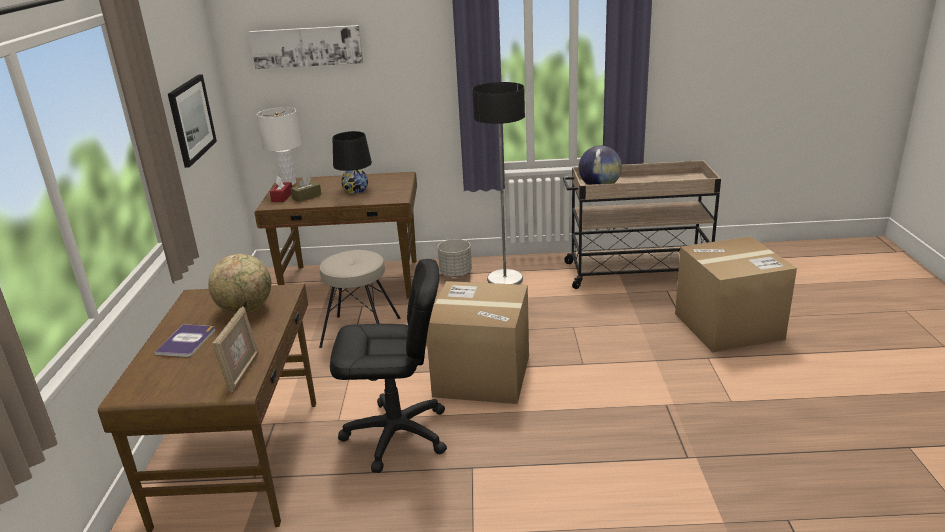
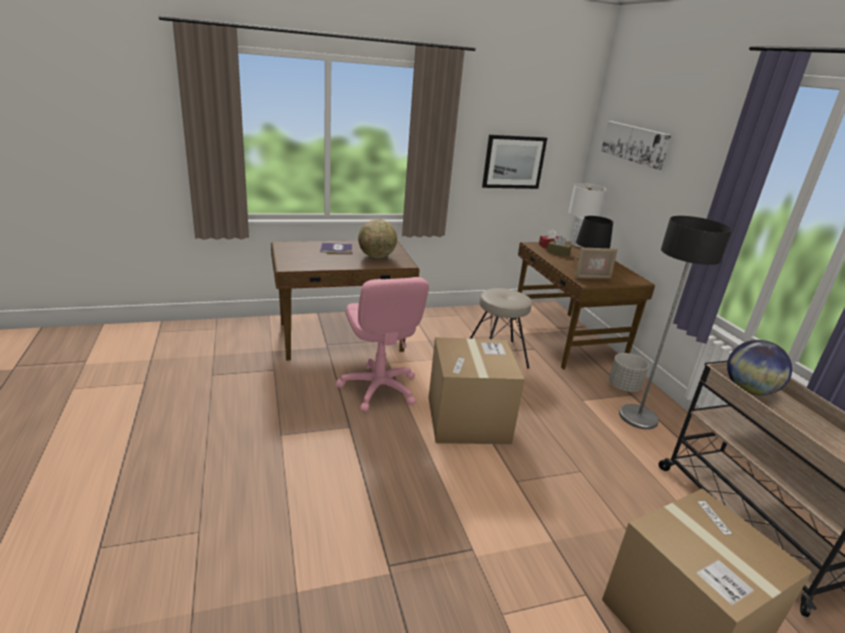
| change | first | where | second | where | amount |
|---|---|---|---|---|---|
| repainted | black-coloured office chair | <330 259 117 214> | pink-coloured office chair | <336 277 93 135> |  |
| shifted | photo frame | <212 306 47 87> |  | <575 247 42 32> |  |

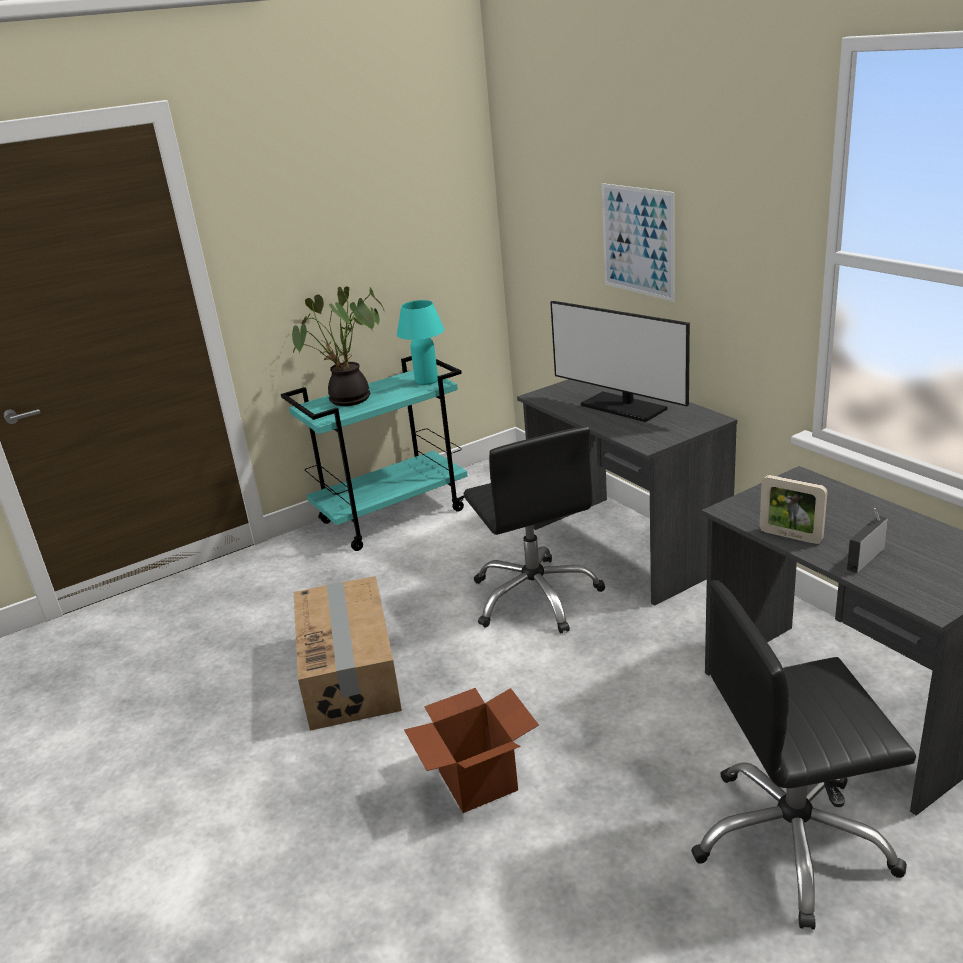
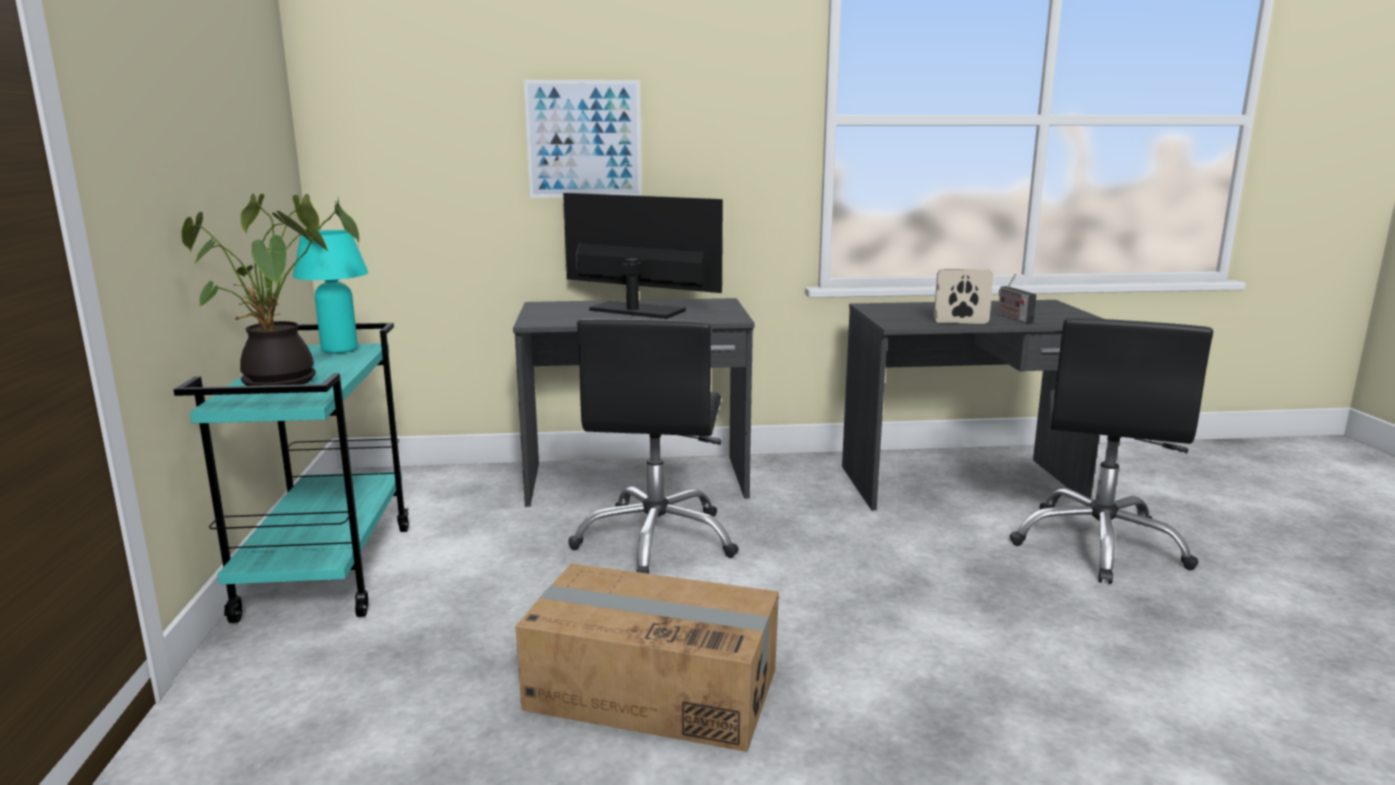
| change | first | where | second | where | amount |
|---|---|---|---|---|---|
| rotated | computer screen | <550 301 140 121> |  | <563 193 160 126> | 135 degrees counterclockwise |
| rotated | black-coloured office chair | <464 426 141 207> |  | <568 319 171 255> | 90 degrees clockwise |
| rotated | photo frame | <759 475 68 69> |  | <934 269 60 55> | 150 degrees counterclockwise |
| gone | cardboard box | <404 688 135 125> |  |  |  |

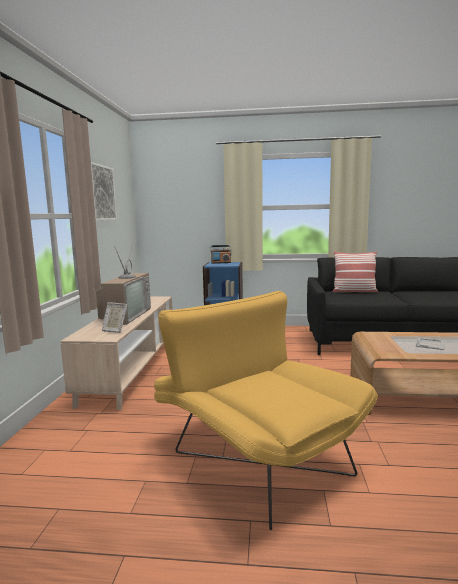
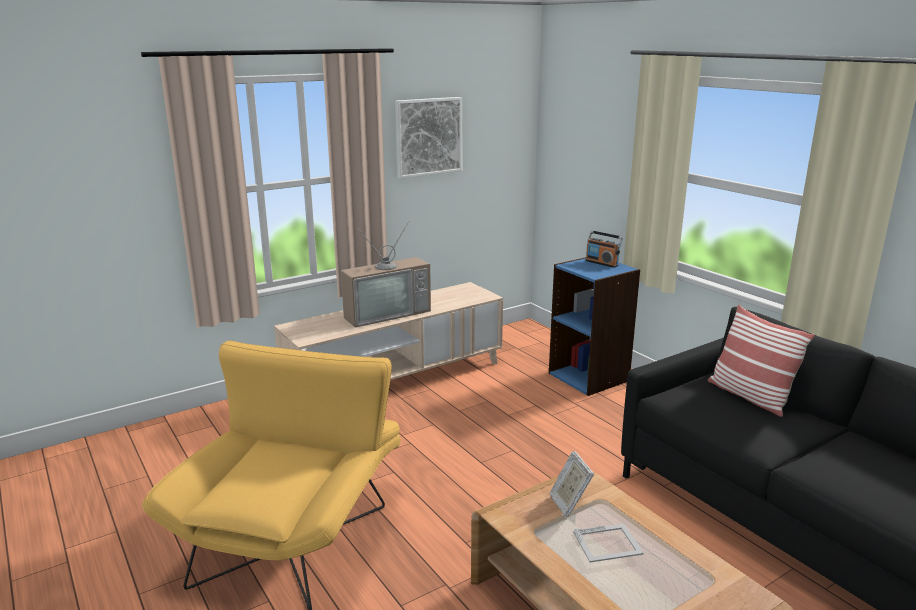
| change | first | where | second | where | amount |
|---|---|---|---|---|---|
| shifted | photo frame | <102 302 26 31> |  | <550 451 44 66> |  |

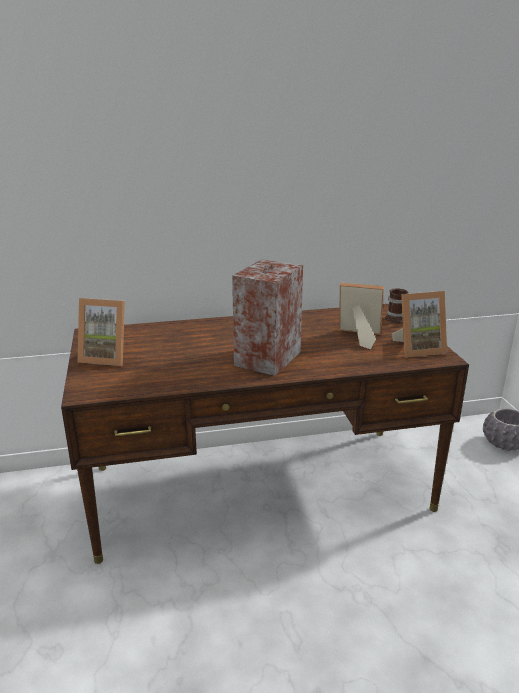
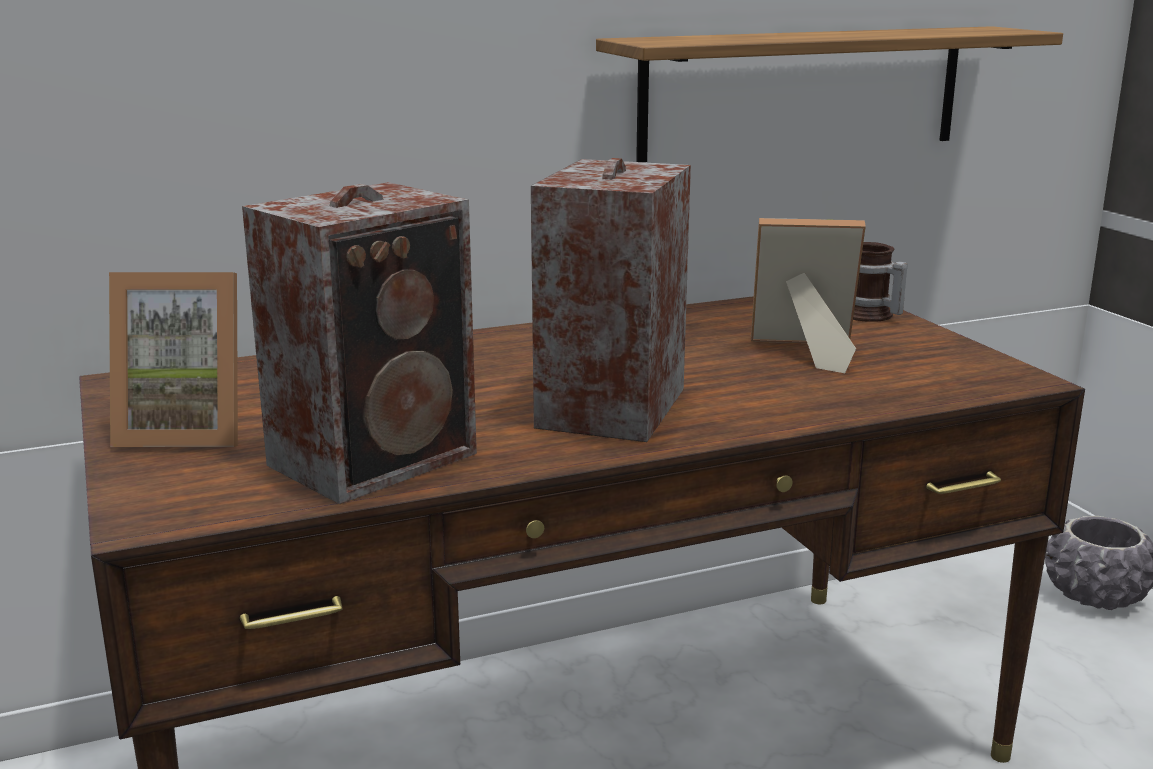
| change | first | where | second | where | amount |
|---|---|---|---|---|---|
| gone | photo frame | <392 291 55 67> |  |  |  |
| new |  |  | bracket shelf | <596 26 467 136> |  |
| new |  |  | loudspeaker | <242 182 235 322> |  |

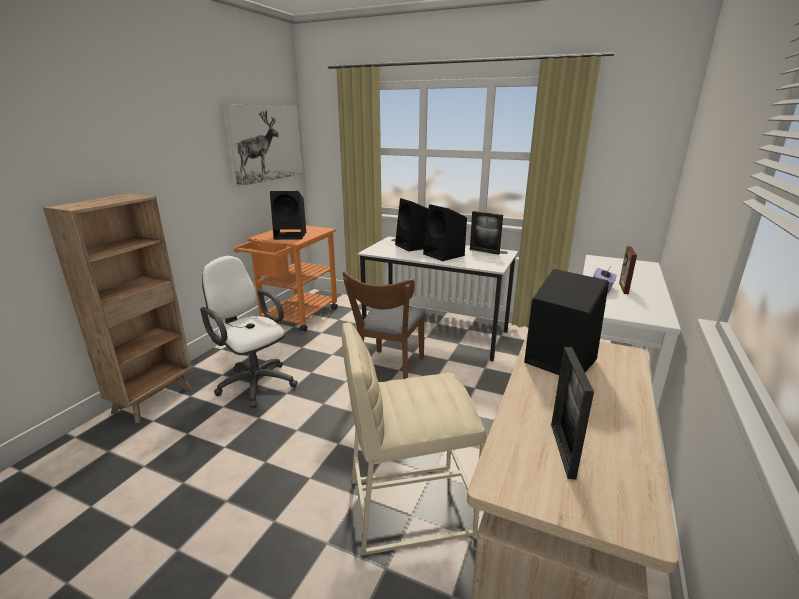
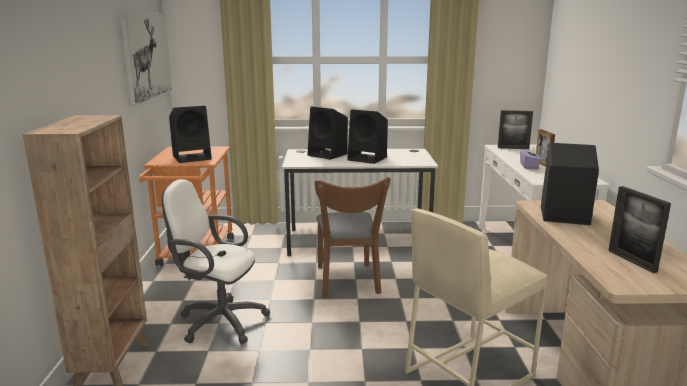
| change | first | where | second | where | amount |
|---|---|---|---|---|---|
| shifted | photo frame | <470 211 33 44> |  | <498 110 35 39> |  |

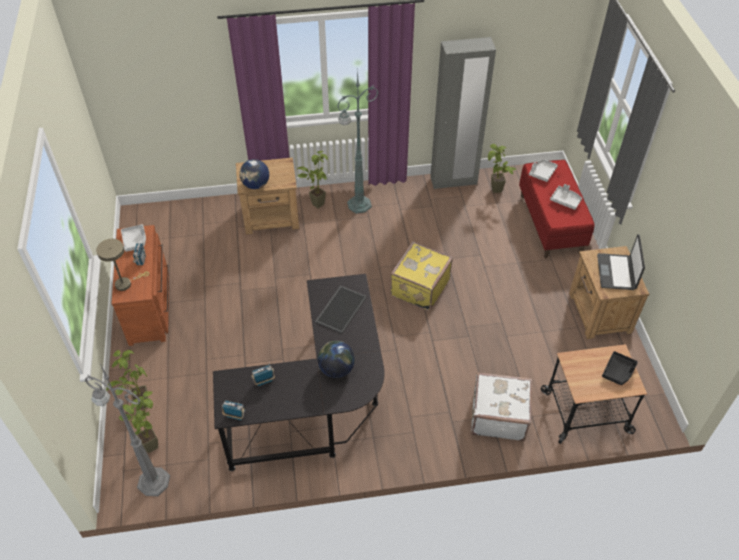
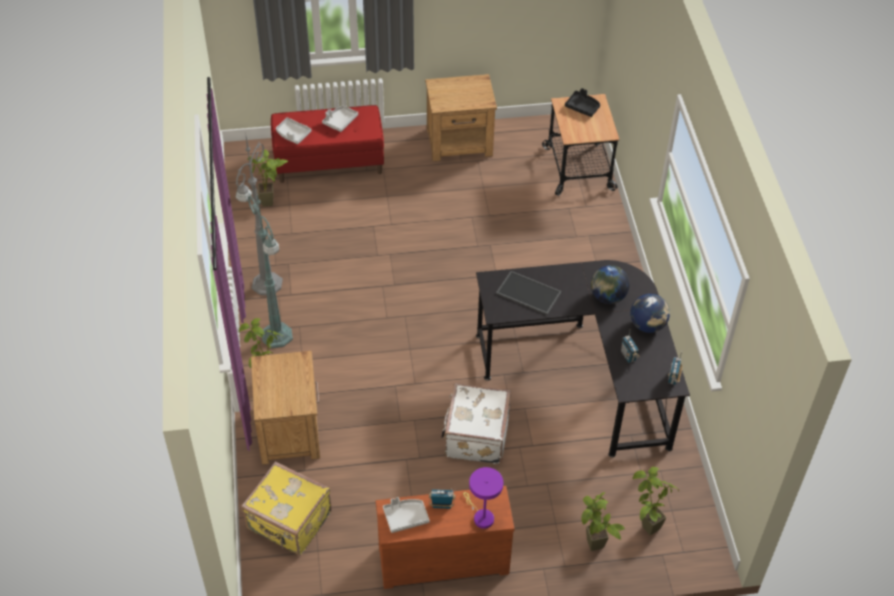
| change | first | where | second | where | amount |
|---|---|---|---|---|---|
| gone | greyish armoire | <430 37 66 152> |  |  |  |
| shifted | globe | <240 159 29 30> |  | <630 294 40 39> |  |
| gone | laptop | <597 234 48 56> |  |  |  |
| repainted | beige-coloured lamp for a table | <96 239 53 52> | purplish lamp for a table | <463 467 40 62> |  |
| shifted | yellowish piece of luggage | <390 241 63 70> |  | <241 462 91 94> |  |
| shifted | greyish standard lamp | <85 364 85 132> |  | <235 132 48 164> |  |
| shifted | white-coloured piece of luggage | <471 372 61 69> |  | <441 383 70 82> |  |

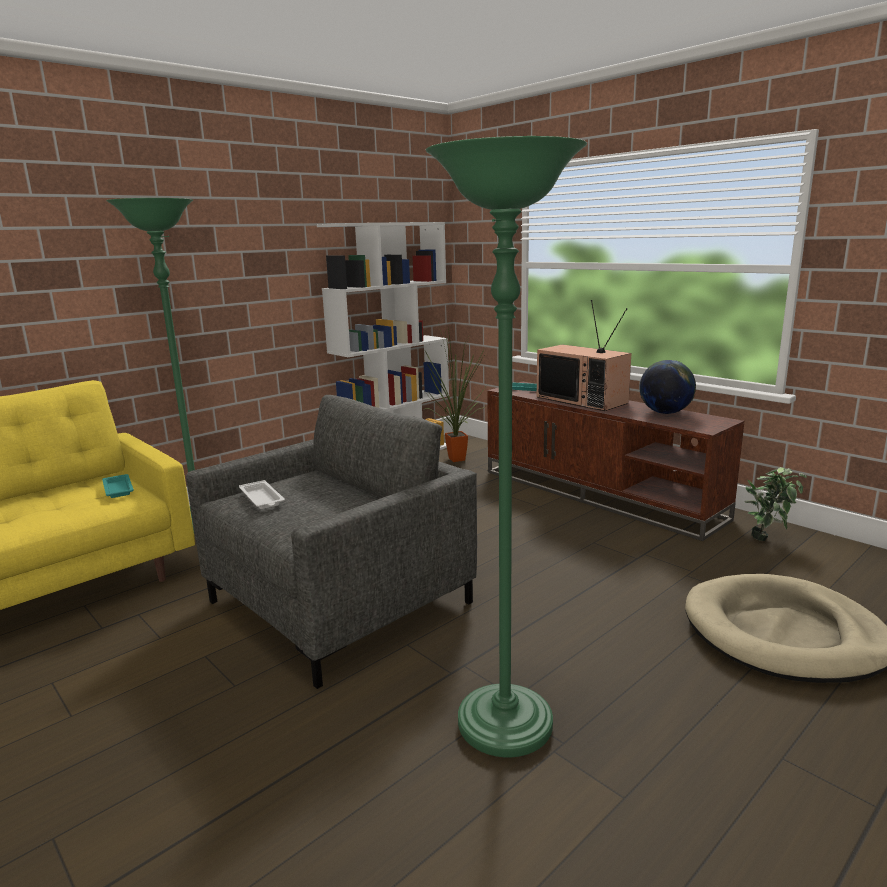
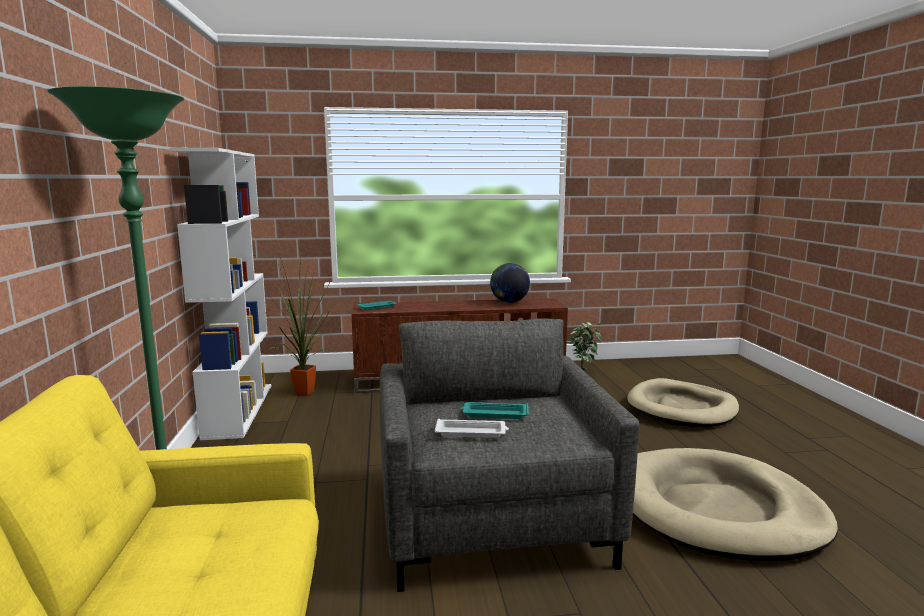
| change | first | where | second | where | amount |
|---|---|---|---|---|---|
| swapped | greenish standard lamp | <426 136 161 621> | beige-coloured dog bed | <633 448 205 114> |  |
| gone | TV | <537 300 94 111> |  |  |  |
| shifted | turquoise tray | <102 474 32 24> |  | <461 402 68 17> |  |

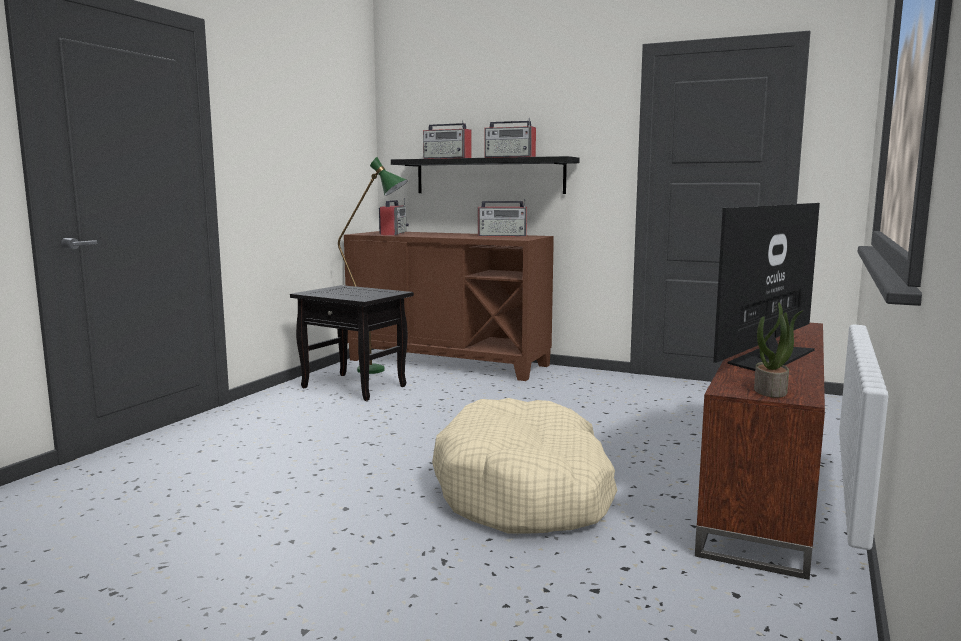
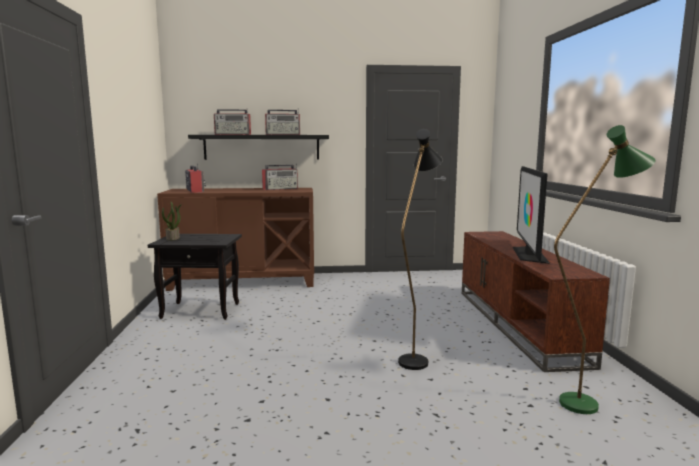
| change | first | where | second | where | amount |
|---|---|---|---|---|---|
| shifted | greenish standard lamp | <338 157 70 217> |  | <554 125 102 289> |  |
| shifted | houseplant | <754 303 50 95> |  | <162 202 20 38> |  |
| swapped | beige-coloured dog bed | <432 398 185 136> | black-coloured standard lamp | <398 129 45 241> |  |

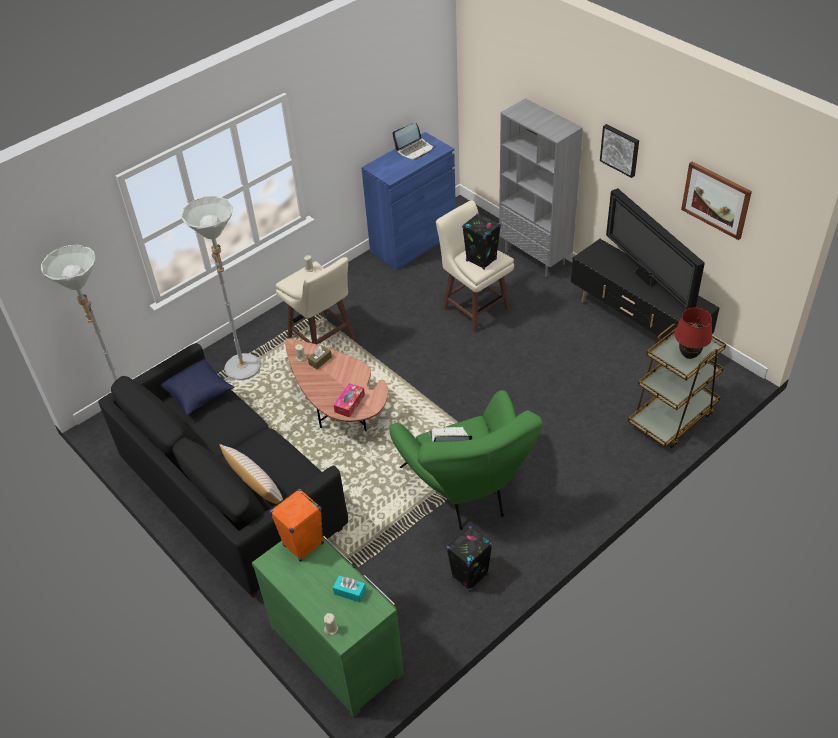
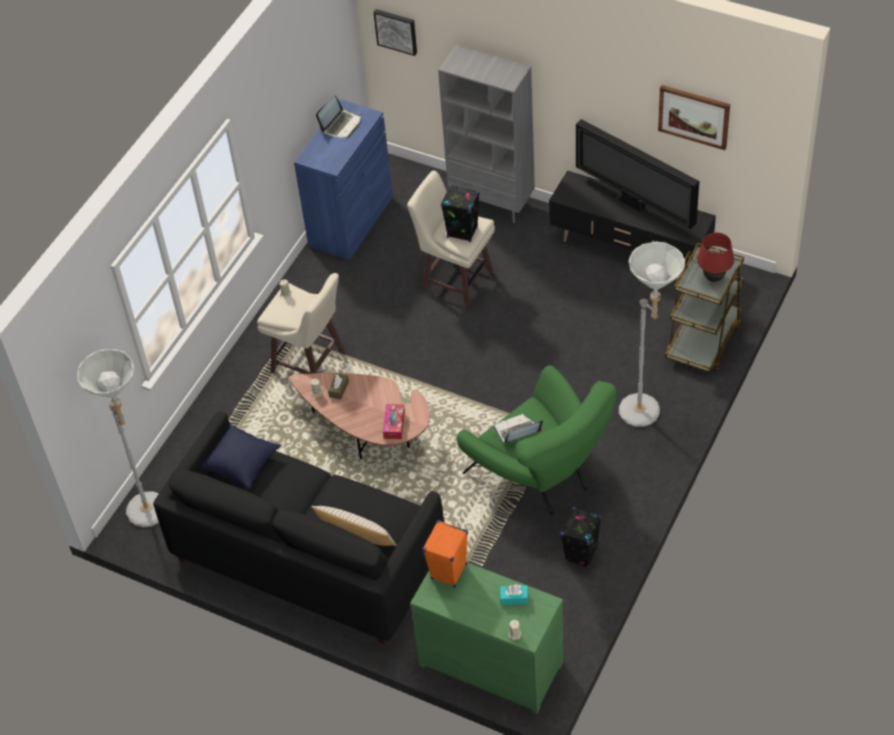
| change | first | where | second | where | amount |
|---|---|---|---|---|---|
| shifted | picture | <600 124 39 54> |  | <373 9 44 47> |  |
| shifted | greyish standard lamp | <181 196 80 184> |  | <619 242 66 185> |  |

